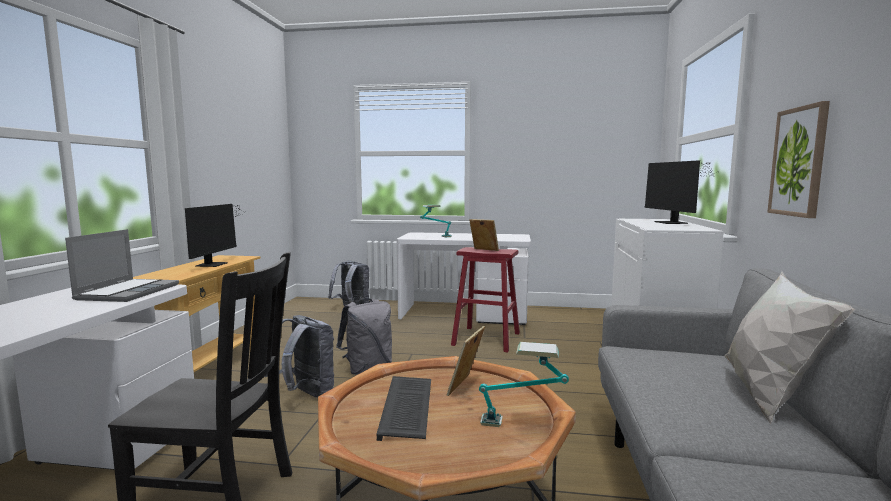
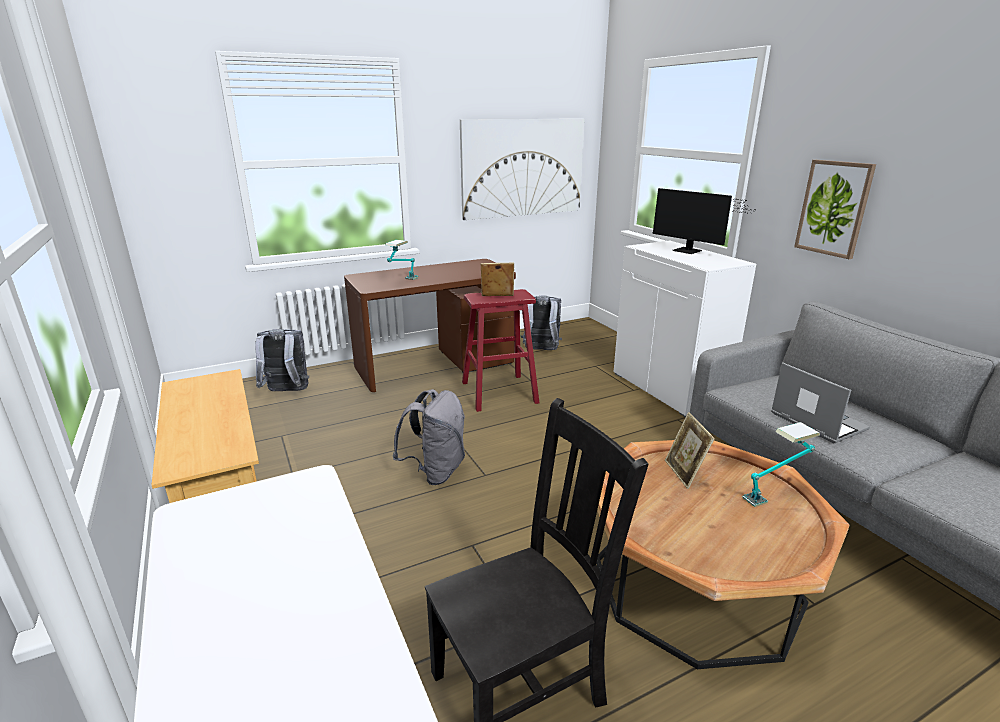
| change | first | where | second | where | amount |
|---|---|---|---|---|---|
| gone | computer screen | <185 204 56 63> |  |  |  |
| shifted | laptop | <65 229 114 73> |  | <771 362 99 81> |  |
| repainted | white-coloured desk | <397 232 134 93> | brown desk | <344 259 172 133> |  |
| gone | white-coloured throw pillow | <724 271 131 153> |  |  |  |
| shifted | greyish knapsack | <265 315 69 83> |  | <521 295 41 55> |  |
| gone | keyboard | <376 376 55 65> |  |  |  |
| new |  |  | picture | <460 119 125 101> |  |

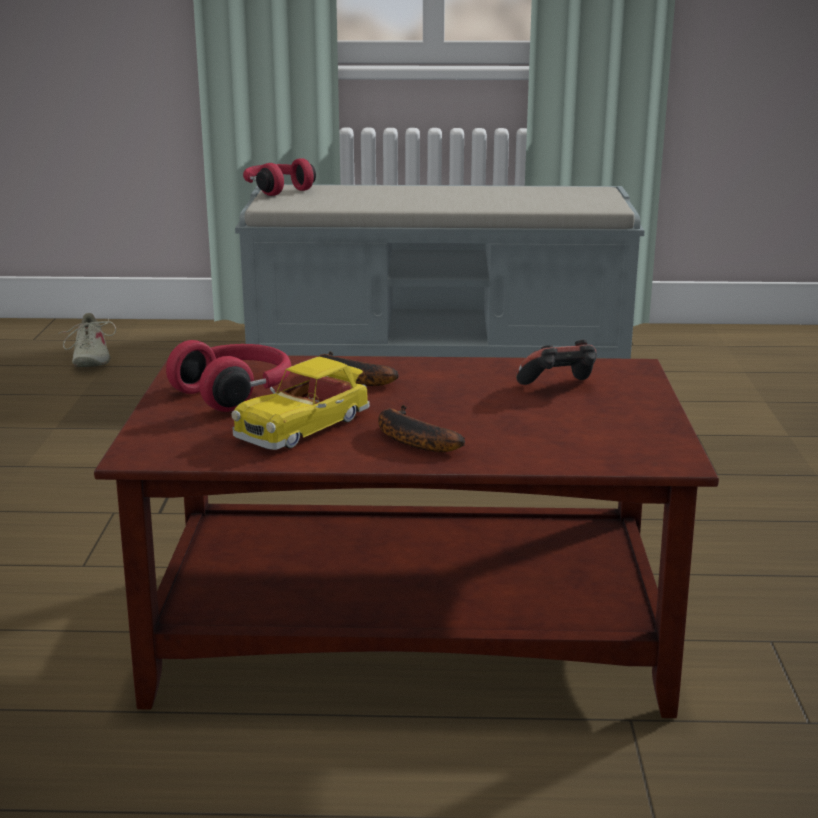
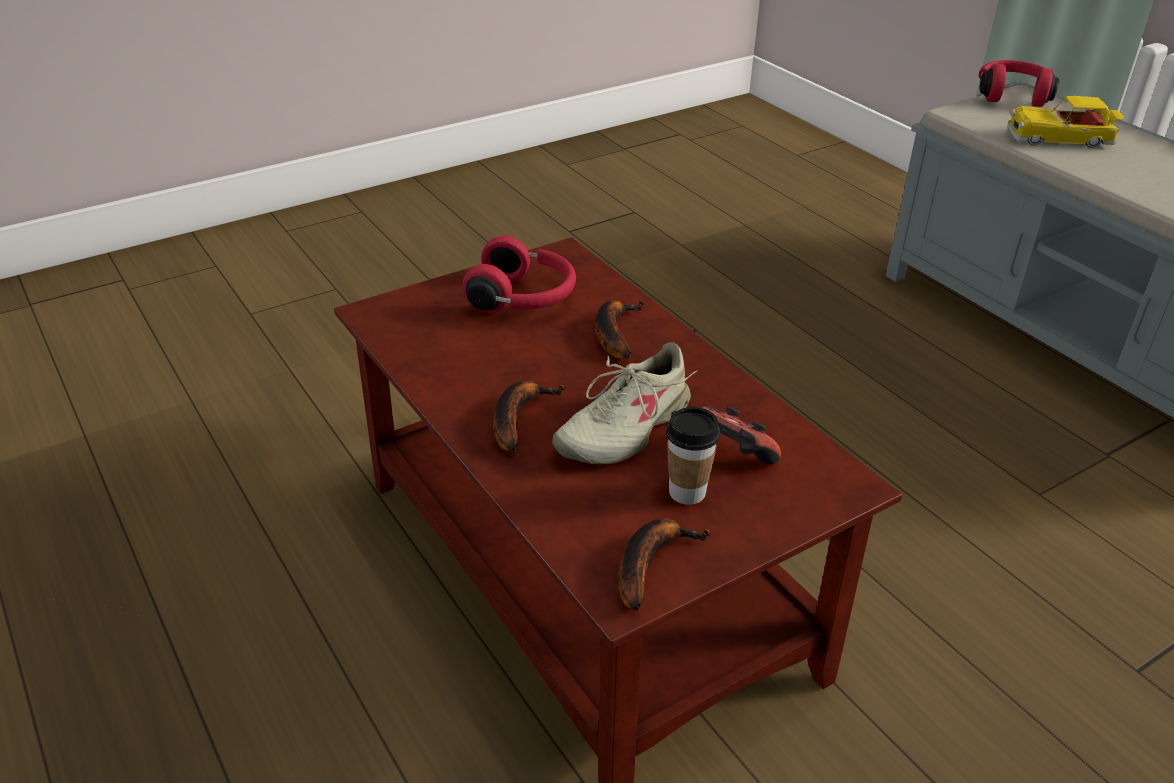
| change | first | where | second | where | amount |
|---|---|---|---|---|---|
| shifted | beige-coloured item of footwear | <58 313 58 54> |  | <553 342 145 122> |  |
| shifted | model car | <231 357 139 93> |  | <1007 96 117 52> |  |
| new |  |  | small cup | <666 407 54 98> |  |
| new |  |  | whole banana | <618 518 92 93> |  |

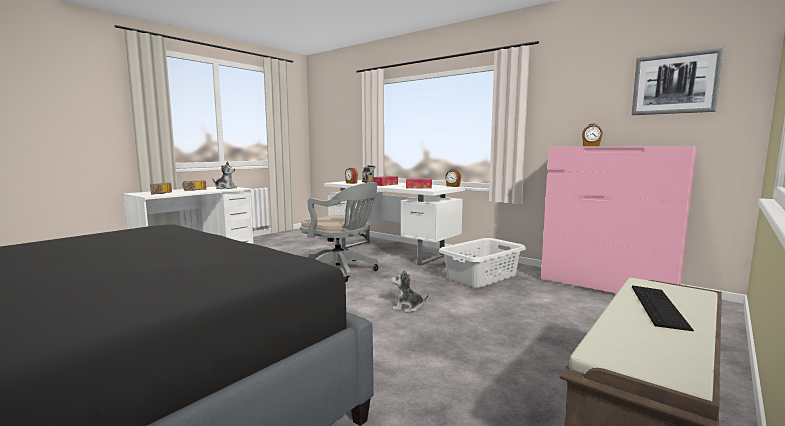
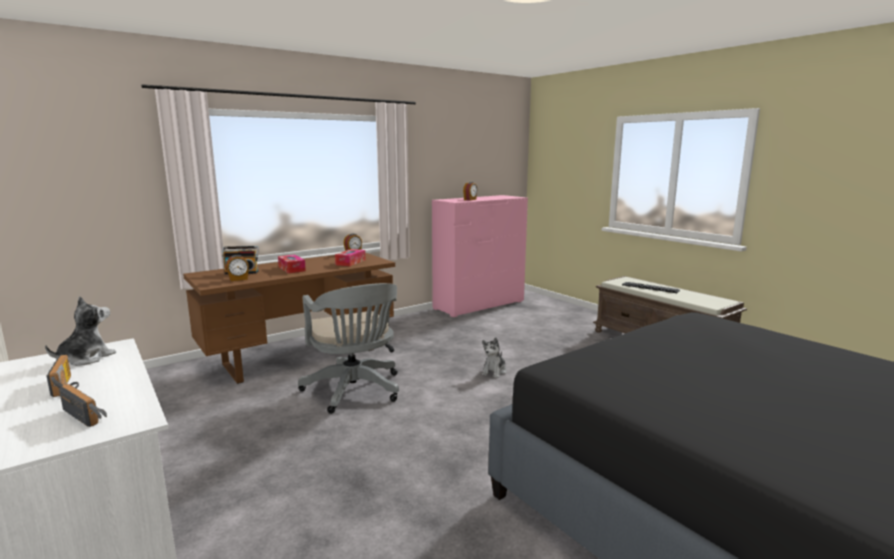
| change | first | where | second | where | amount |
|---|---|---|---|---|---|
| gone | picture | <631 48 93 67> |  |  |  |
| repainted | white-coloured desk | <324 180 141 86> | brown desk | <183 253 212 131> |  |
| rotated | greyish office chair | <300 182 78 100> |  | <298 283 101 131> | 105 degrees clockwise |
| gone | greyish laundry basket | <439 238 87 50> |  |  |  |

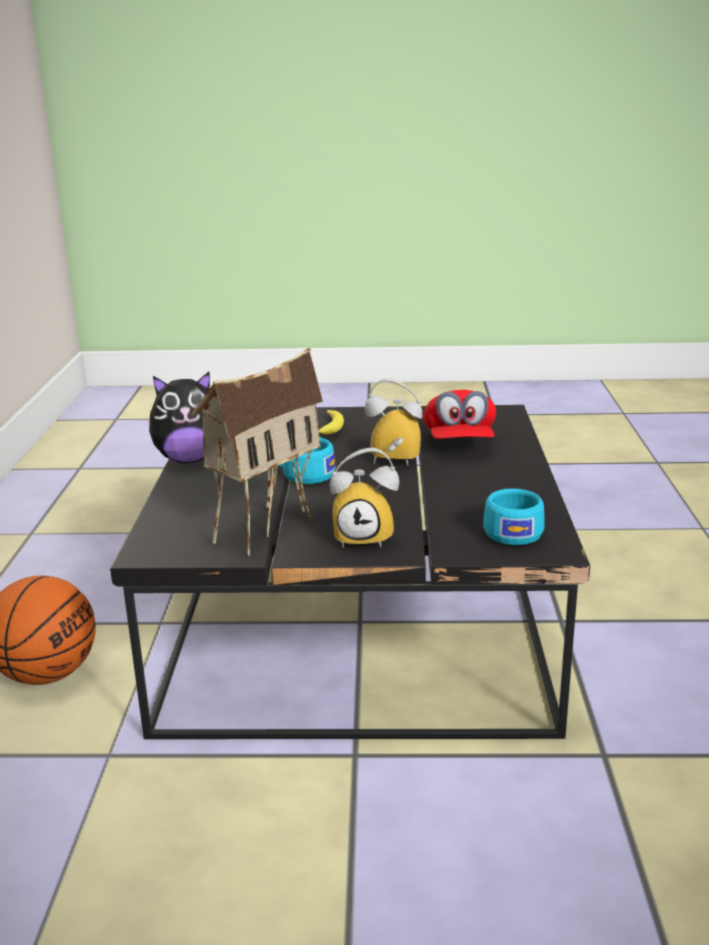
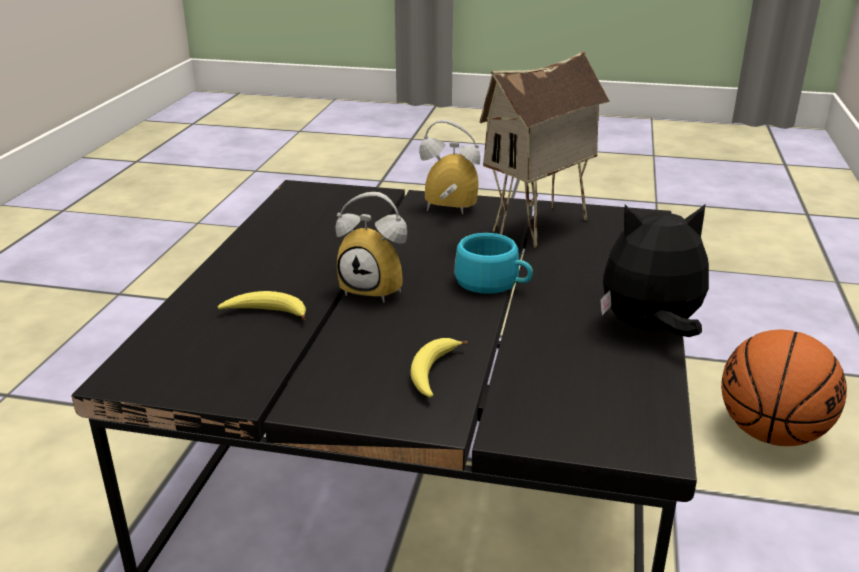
| change | first | where | second | where | amount |
|---|---|---|---|---|---|
| swapped | red-coloured baseball cap | <423 390 73 49> | whole banana | <218 291 88 29> |  |
| gone | turquoise small cup | <483 488 62 57> |  |  |  |

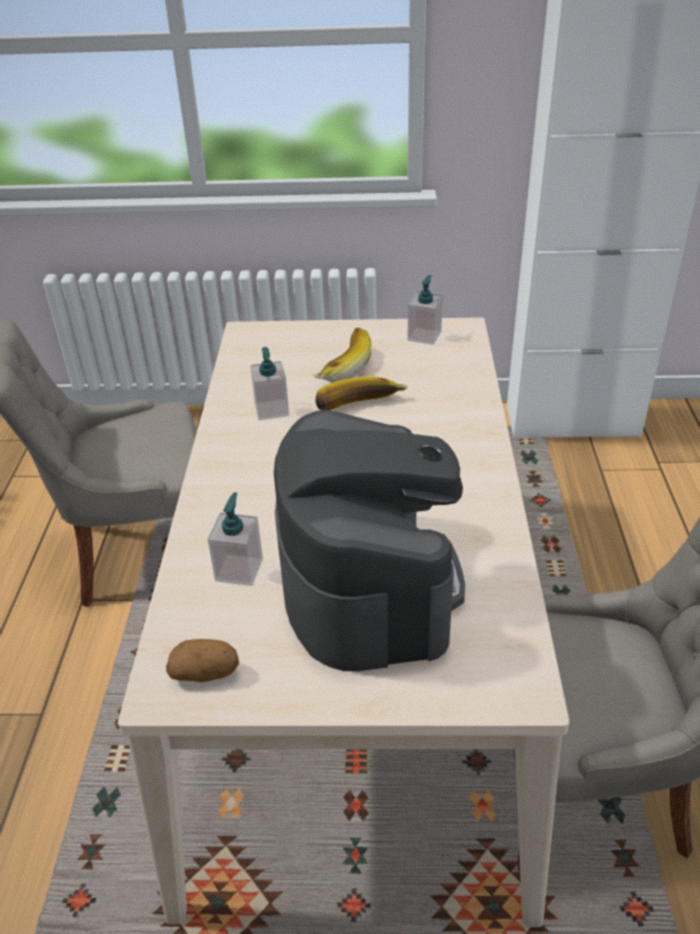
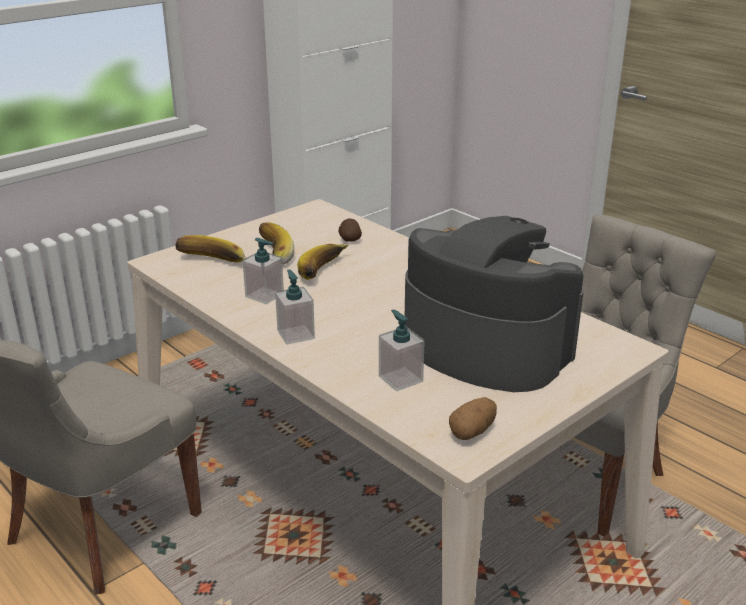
| change | first | where | second | where | amount |
|---|---|---|---|---|---|
| shifted | liquid soap bottle | <407 275 36 70> |  | <275 269 40 76> |  |
| new |  |  | spud | <339 219 23 23> |  |
| new |  |  | whole banana | <176 235 71 28> |  |

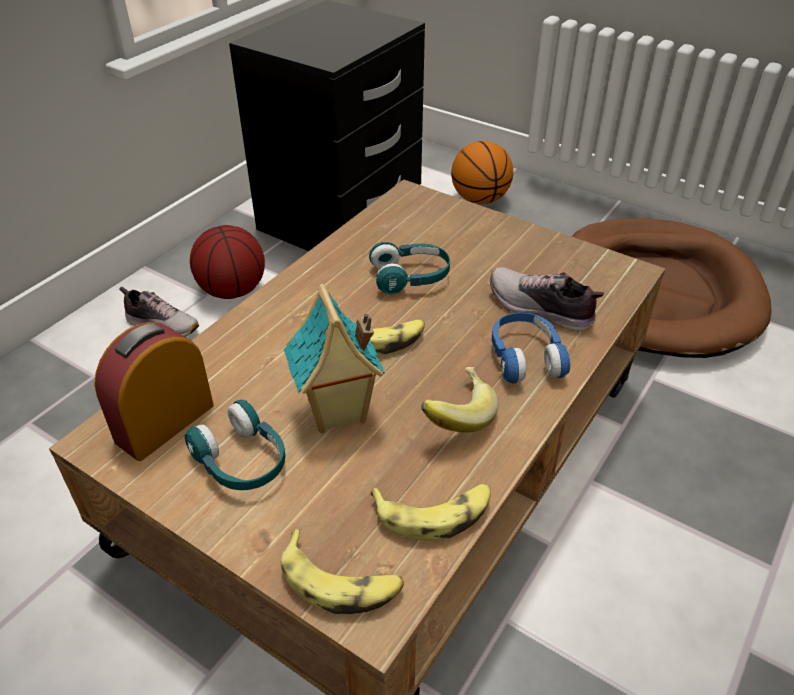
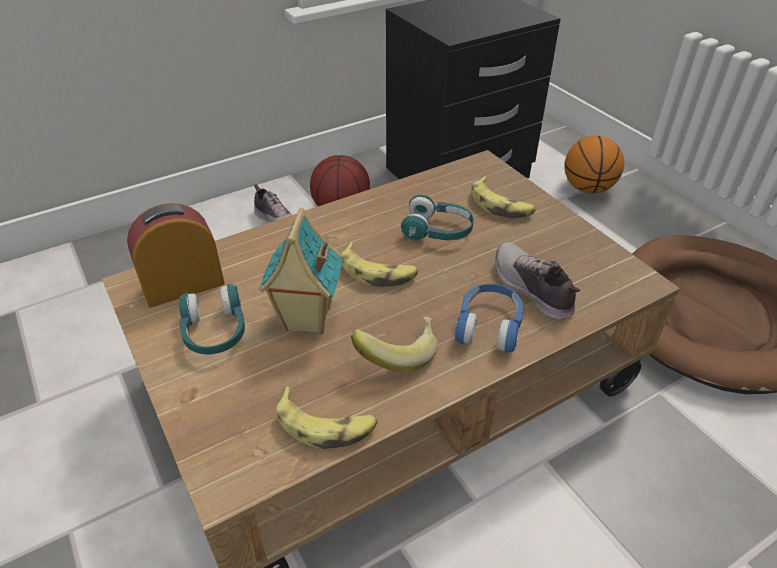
| change | first | where | second | where | amount |
|---|---|---|---|---|---|
| shifted | whole banana | <281 529 123 85> |  | <471 176 64 42> |  |

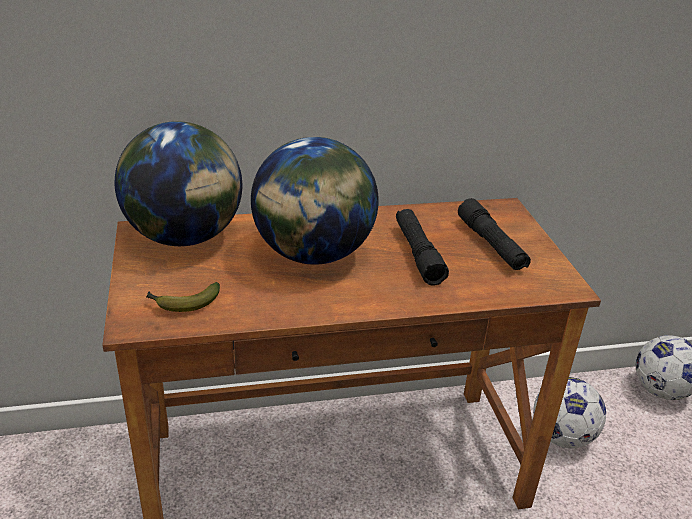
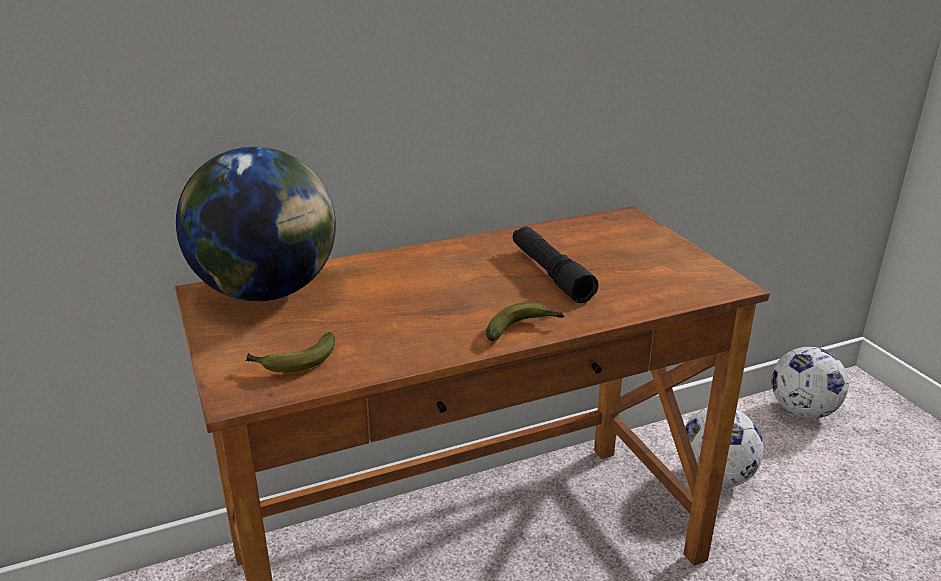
| change | first | where | second | where | amount |
|---|---|---|---|---|---|
| gone | globe | <251 137 128 128> |  |  |  |
| gone | black-coloured hand torch | <458 198 73 72> |  |  |  |
| new |  |  | whole banana | <486 302 79 39> |  |

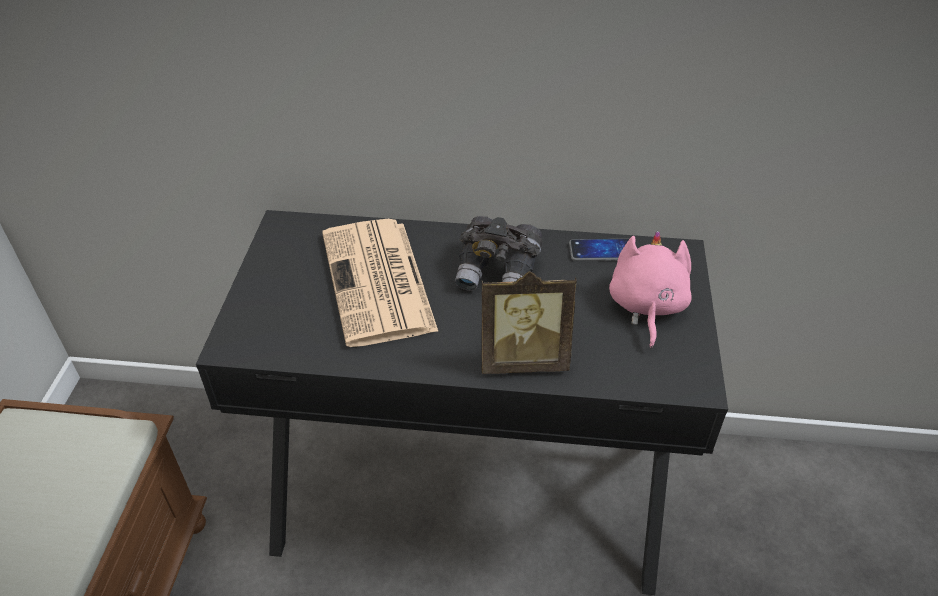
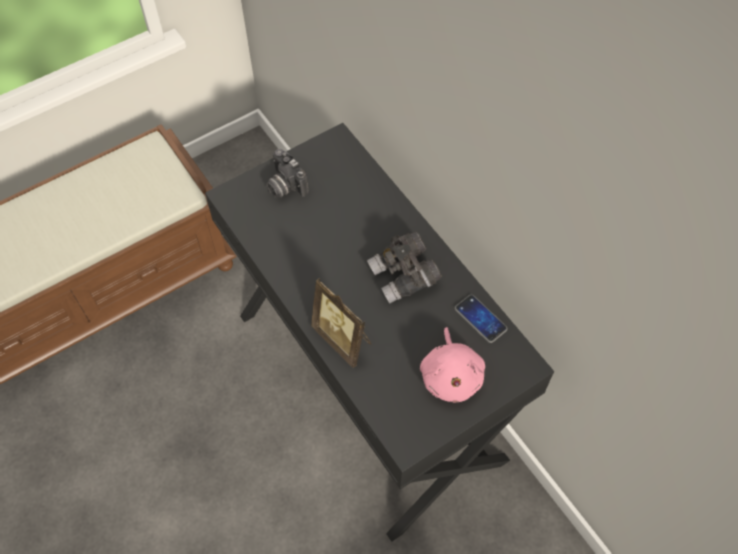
| change | first | where | second | where | amount |
|---|---|---|---|---|---|
| gone | printed paper | <322 219 116 128> |  |  |  |
| rotated | pink-coloured soft toy | <609 231 83 117> |  | <420 327 65 76> | 120 degrees clockwise |
| new |  |  | still camera | <266 149 43 49> |  |

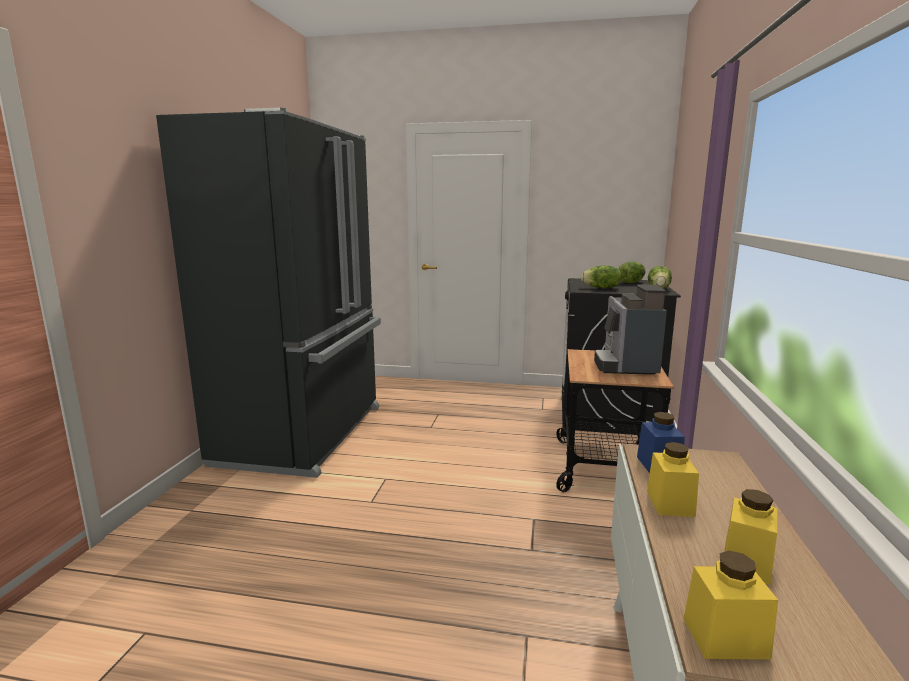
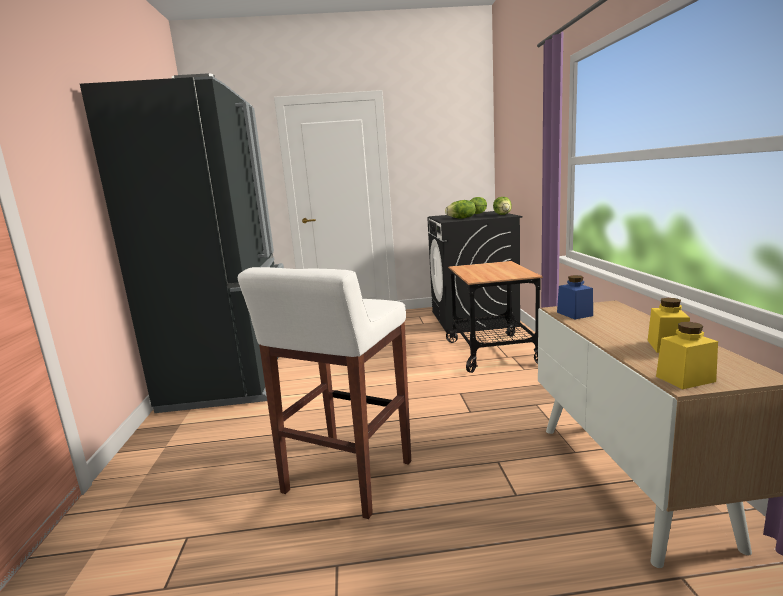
| change | first | where | second | where | amount |
|---|---|---|---|---|---|
| gone | coffee brewer | <594 285 73 90> |  |  |  |
| gone | yellowish storage jar | <647 442 52 75> |  |  |  |
| new |  |  | white-coloured sitting stool | <238 267 173 252> |  |

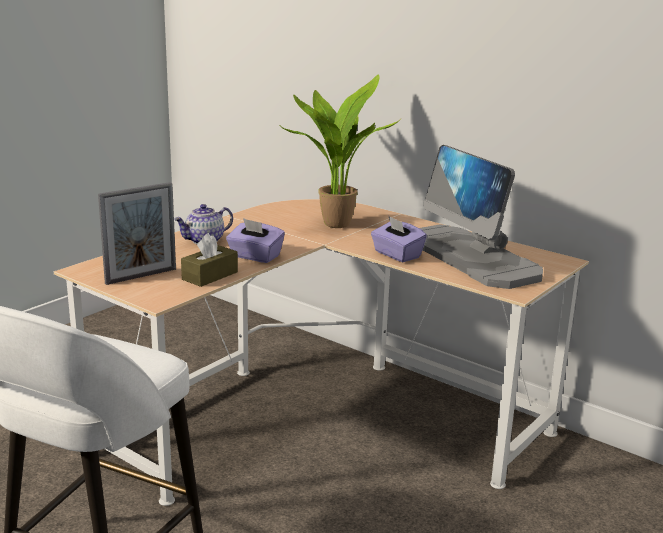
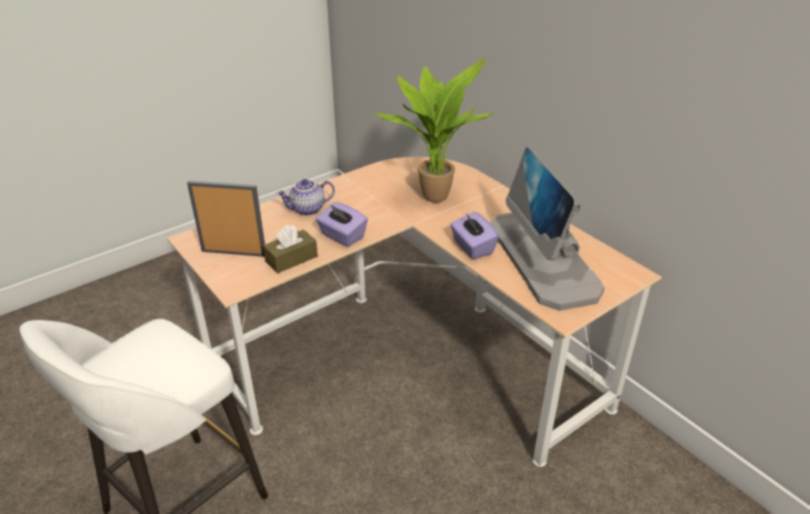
| change | first | where | second | where | amount |
|---|---|---|---|---|---|
| rotated | photo frame | <98 182 78 103> |  | <187 181 78 76> | 150 degrees counterclockwise |

